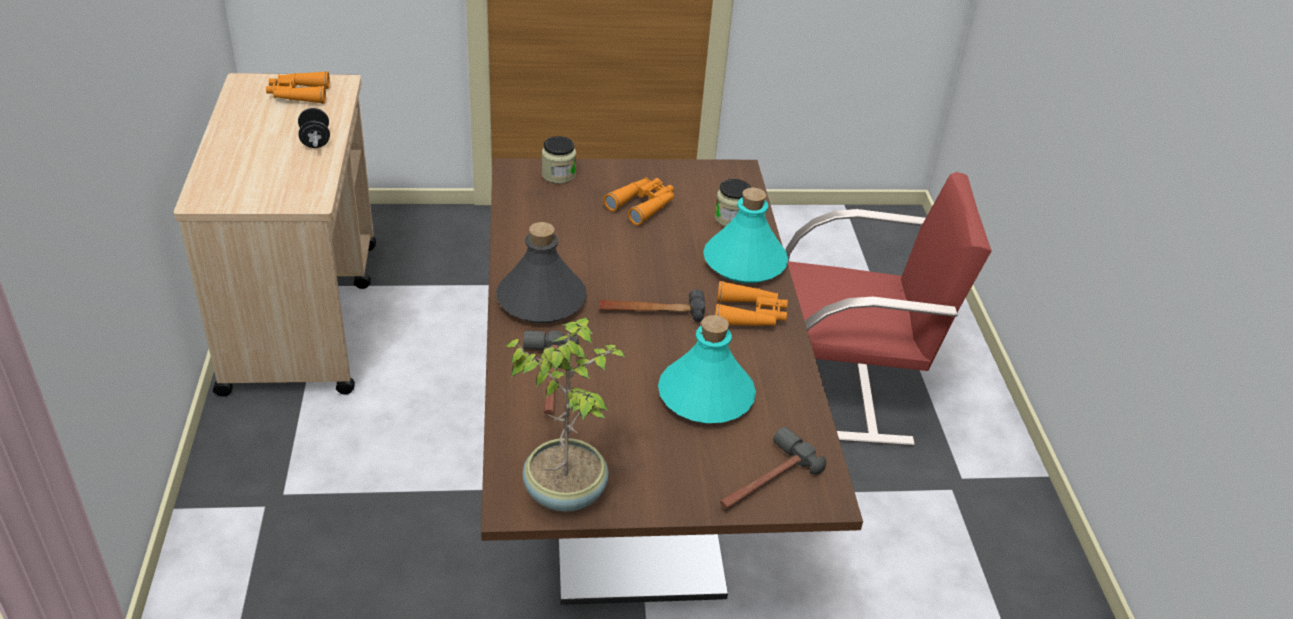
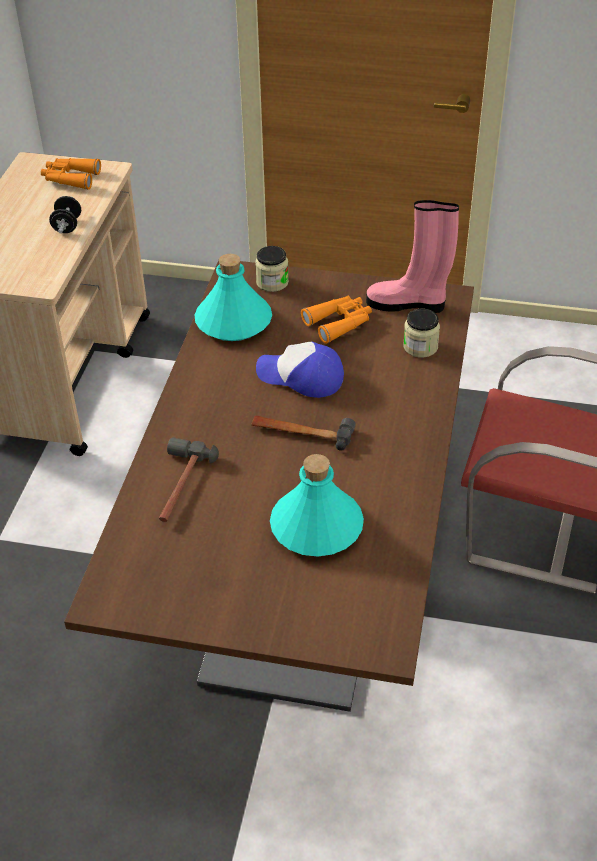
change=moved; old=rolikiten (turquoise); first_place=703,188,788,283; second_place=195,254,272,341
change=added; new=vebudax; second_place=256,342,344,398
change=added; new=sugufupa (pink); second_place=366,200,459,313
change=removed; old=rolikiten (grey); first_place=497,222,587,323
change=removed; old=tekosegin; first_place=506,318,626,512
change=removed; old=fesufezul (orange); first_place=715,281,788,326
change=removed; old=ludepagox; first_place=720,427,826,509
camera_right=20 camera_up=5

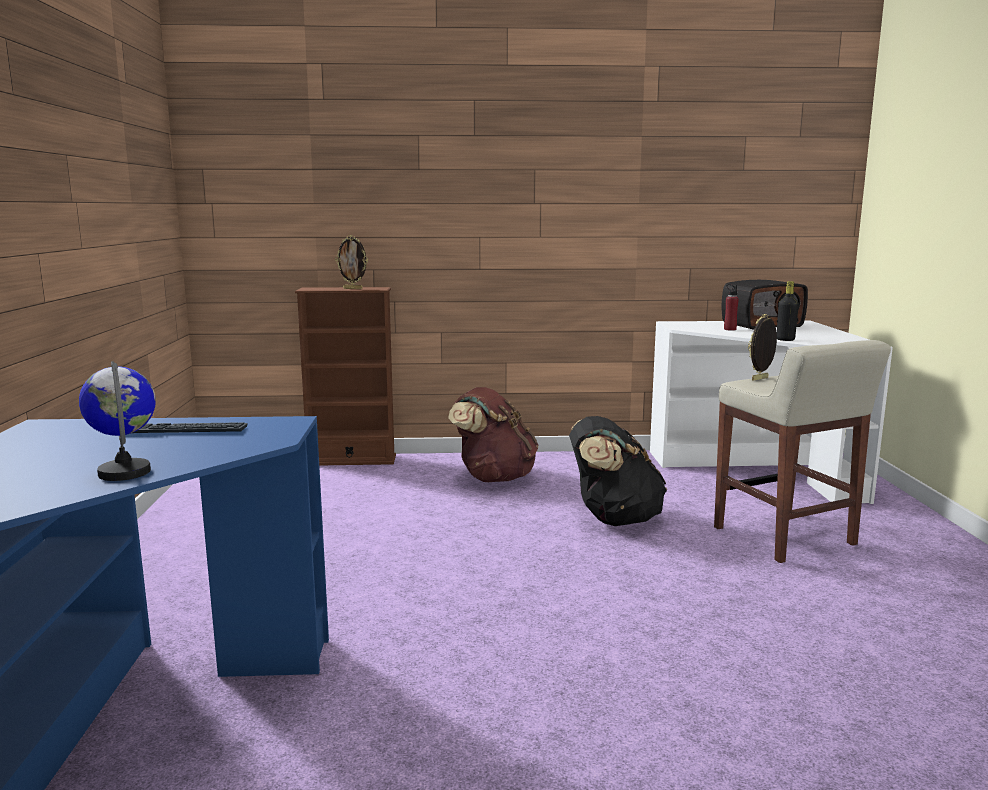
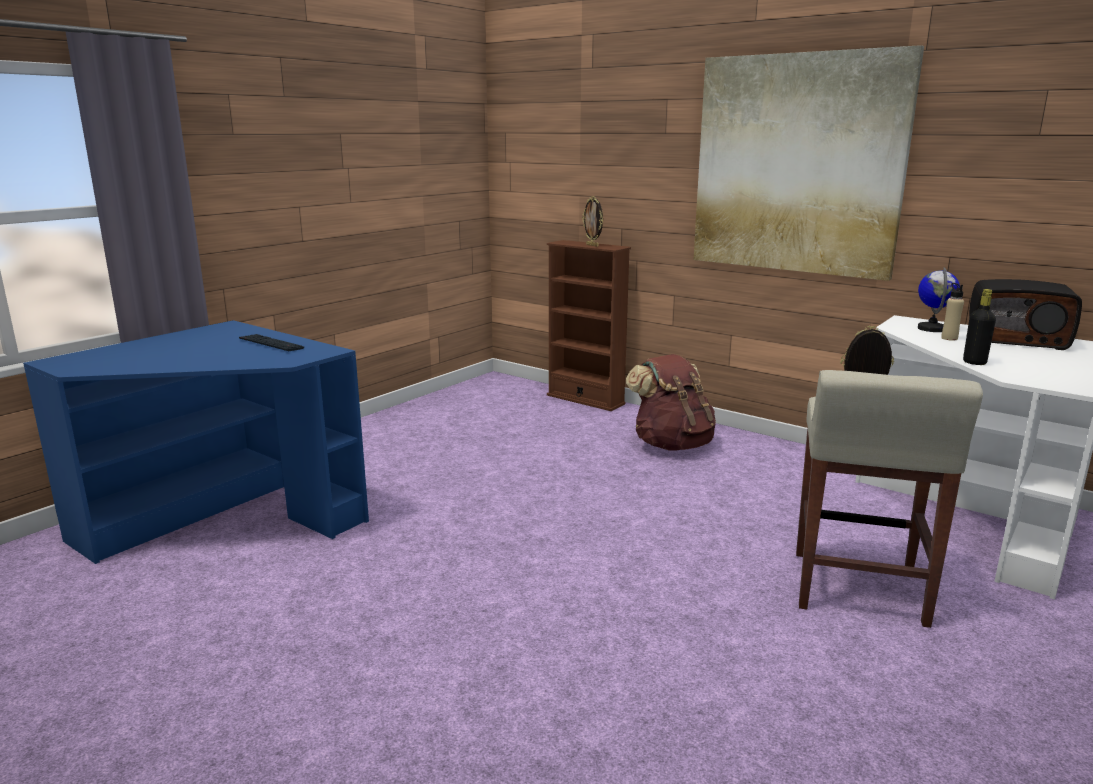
change=added; new=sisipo; second_place=693,45,924,281
change=moved; old=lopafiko; first_place=79,361,156,481; second_place=918,267,960,332
change=recoloured; old=rolikiten (red); new=rolikiten (beige); first_place=724,284,739,331; second_place=941,283,964,341
change=removed; old=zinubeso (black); first_place=569,416,667,526
camera_right=40 camera_up=5

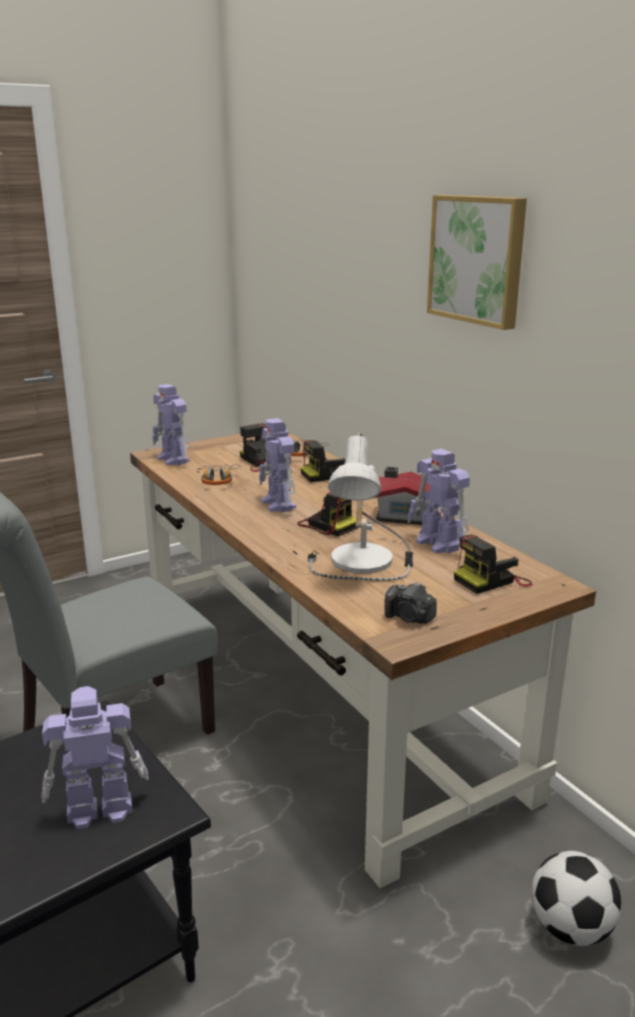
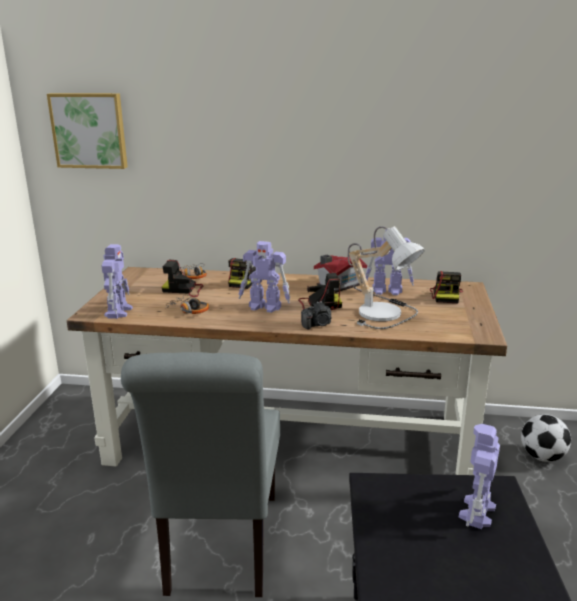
change=moved; old=sisipo; first_place=427,195,527,330; second_place=47,93,128,169
change=turned; old=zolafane; first_place=152,384,190,465; second_place=102,244,133,319; degrees=-90
change=moved; old=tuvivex; first_place=384,581,437,624; second_place=301,301,332,329
camera_right=-50 camera_up=0

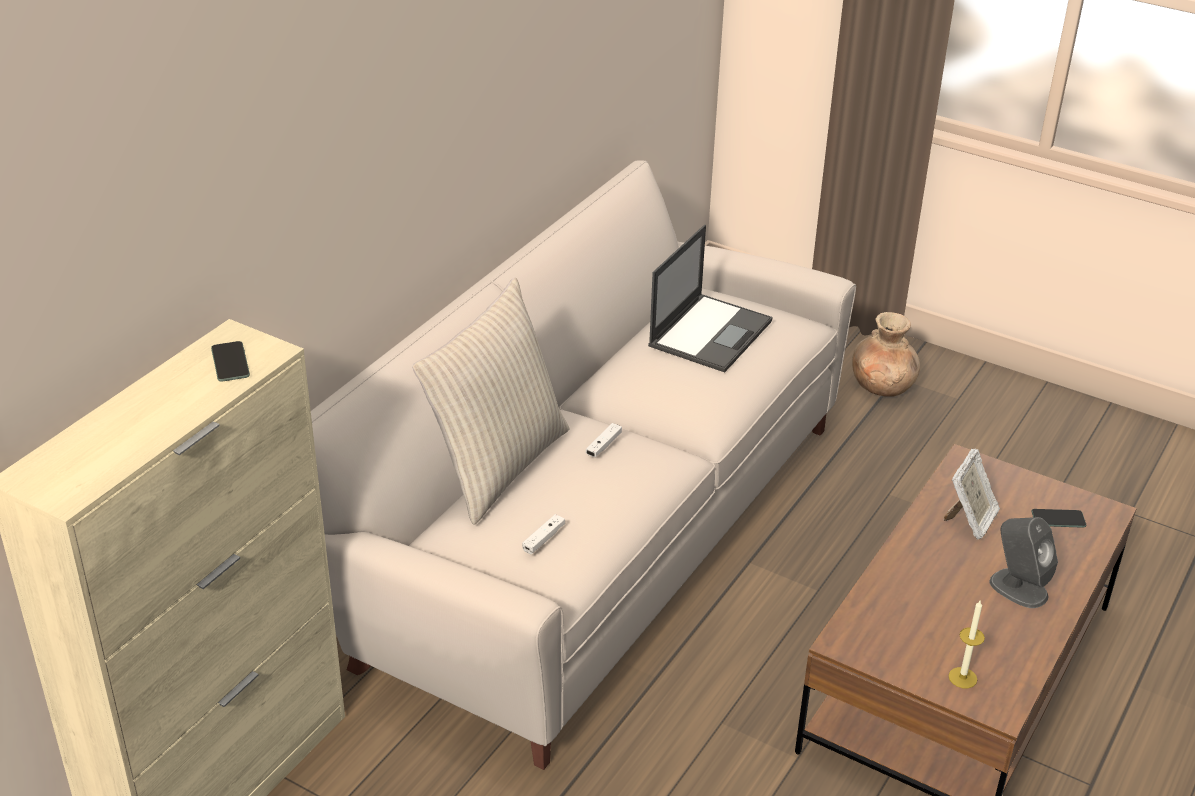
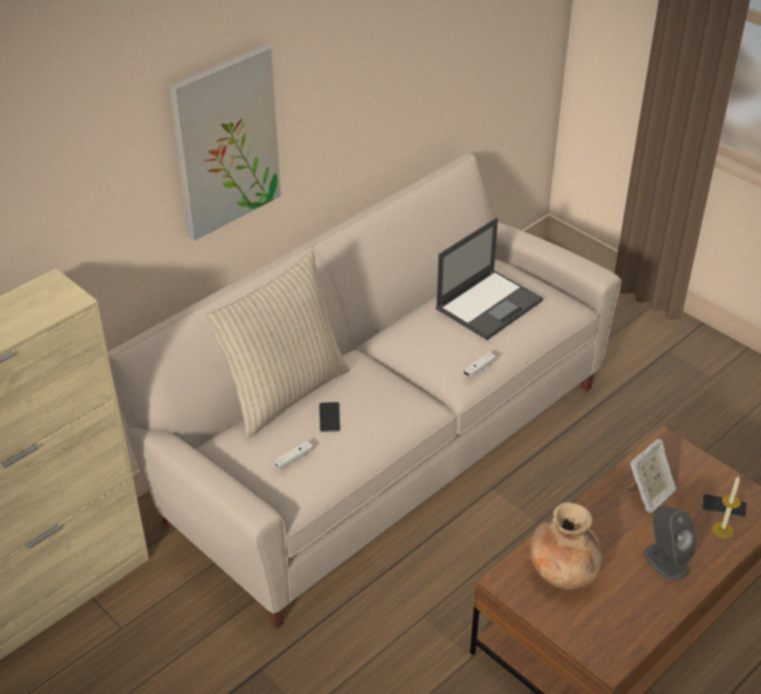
change=added; new=sisipo; second_place=169,44,281,241
change=moved; old=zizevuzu; first_place=211,341,250,382; second_place=319,402,340,432
change=moved; old=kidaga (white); first_place=586,423,622,457; second_place=463,352,496,377
change=moved; old=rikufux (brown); first_place=852,312,920,397; second_place=529,502,602,591
change=moved; old=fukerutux; first_place=948,601,985,688; second_place=712,476,741,539
camera_right=15 camera_up=5

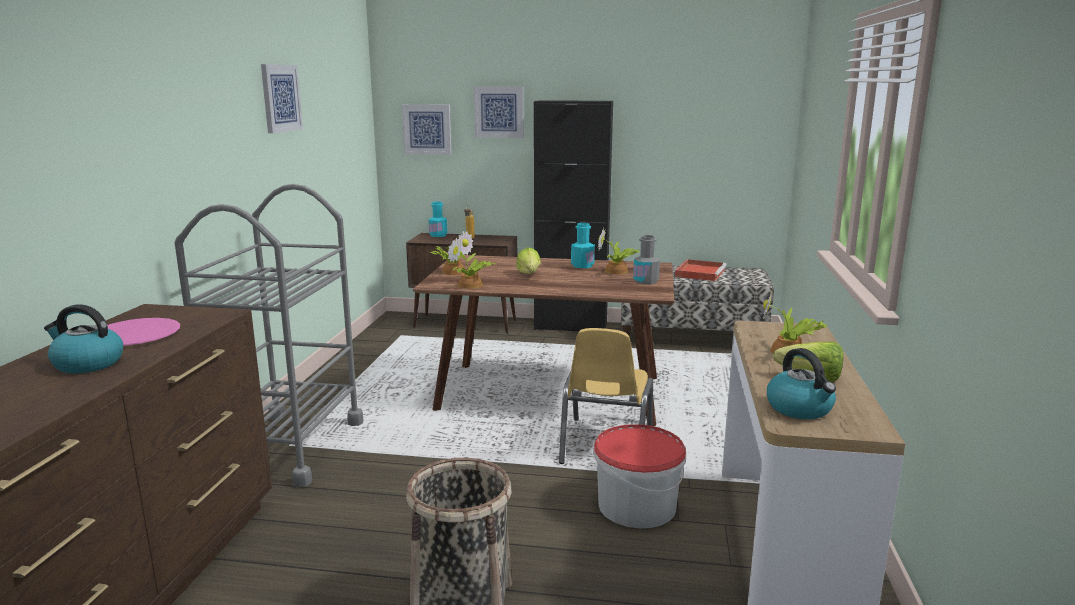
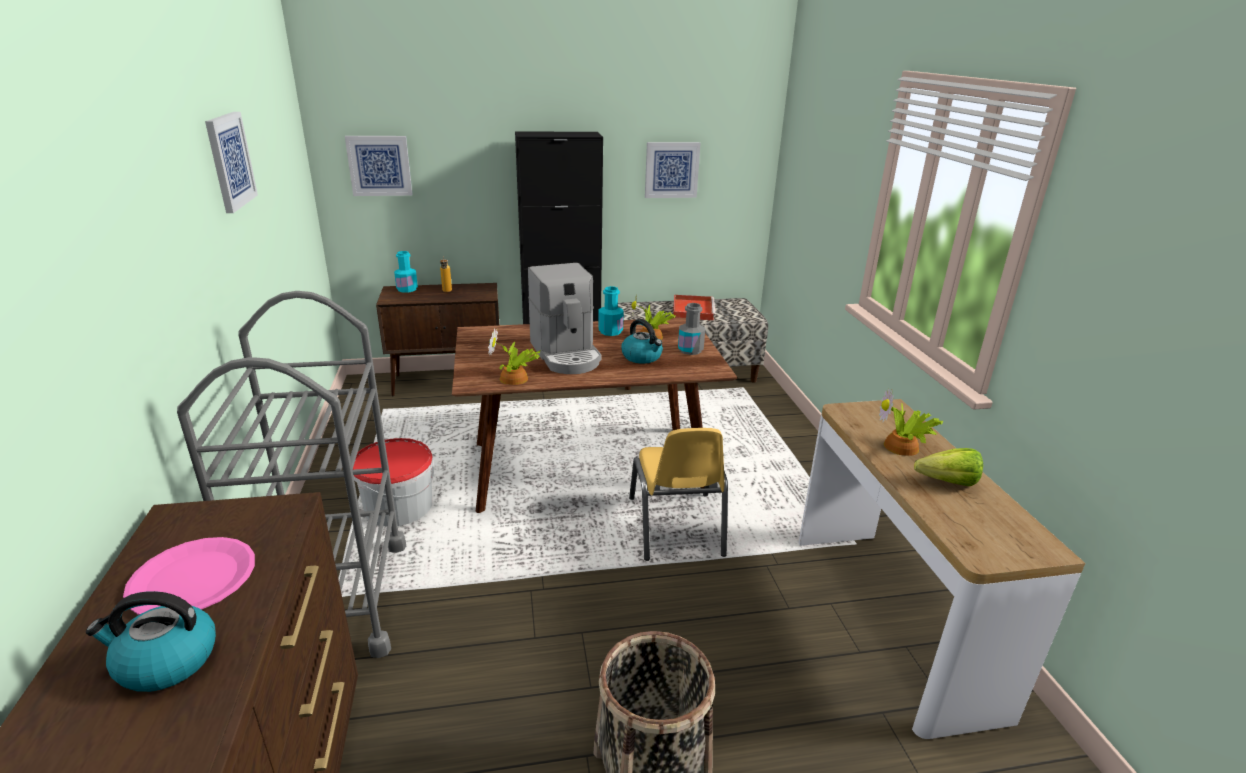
change=moved; old=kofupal; first_place=593,424,686,528; second_place=353,438,434,527
change=replaced; old=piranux; new=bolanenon; first_place=516,247,541,274; second_place=528,263,602,374
change=moved; old=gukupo; first_place=767,348,836,419; second_place=621,319,663,364
change=moved; old=sisipo; first_place=474,86,524,138; second_place=645,142,701,198
change=removed; old=tekosegin; first_place=429,230,473,275
camera_right=-20 camera_up=10

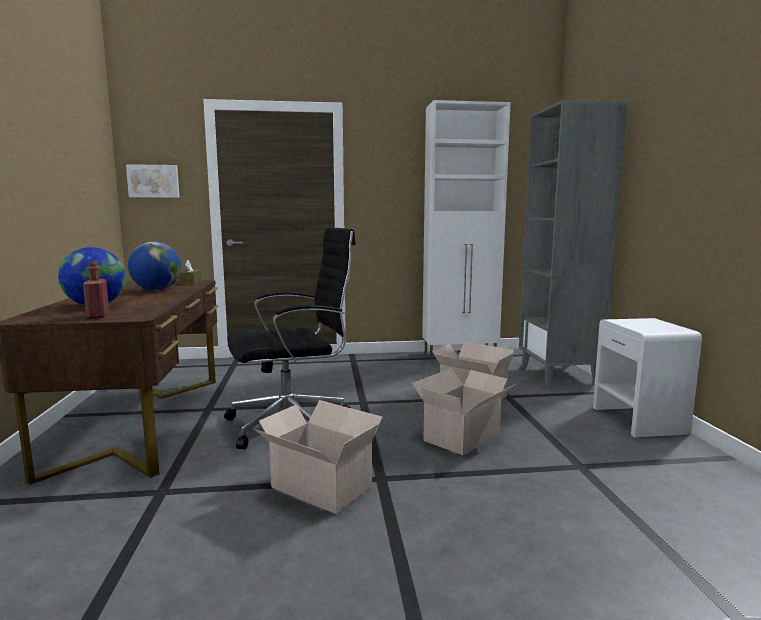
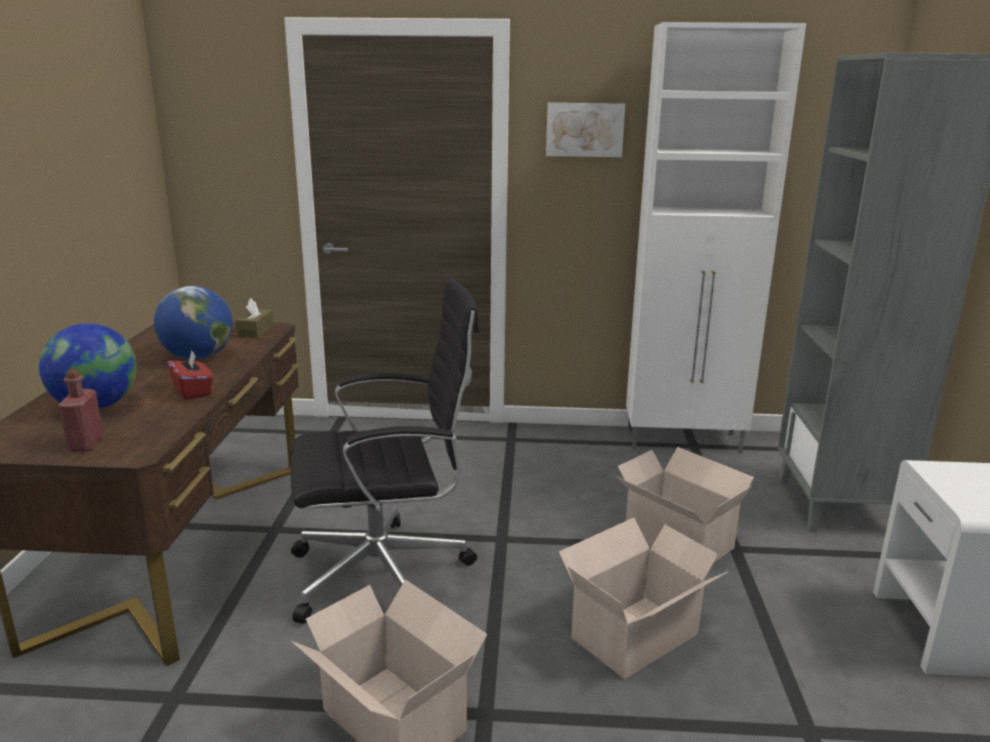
change=added; new=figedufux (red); second_place=167,351,213,400
change=moved; old=sisipo; first_place=126,164,180,198; second_place=546,103,625,157
camera_right=10 camera_up=10

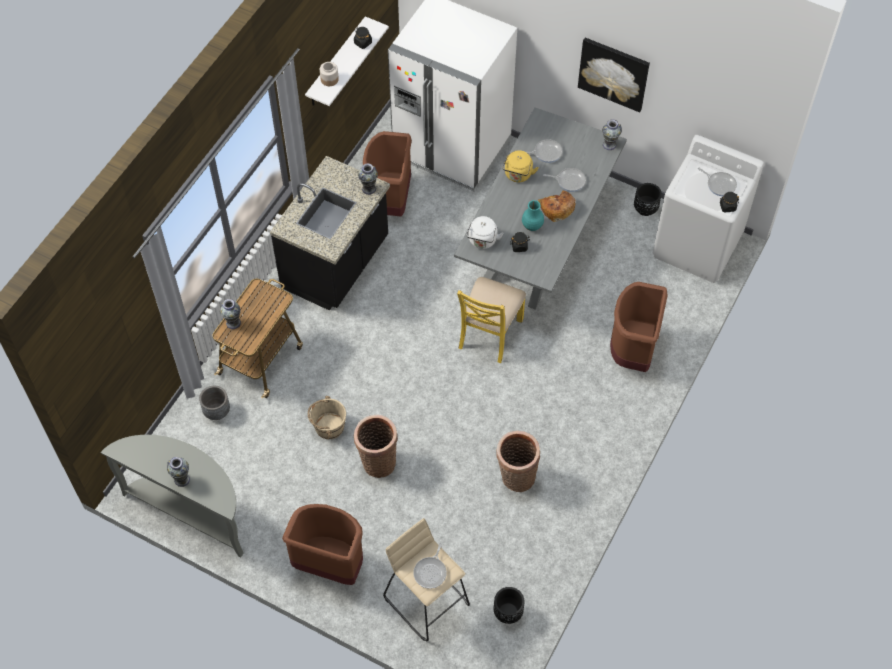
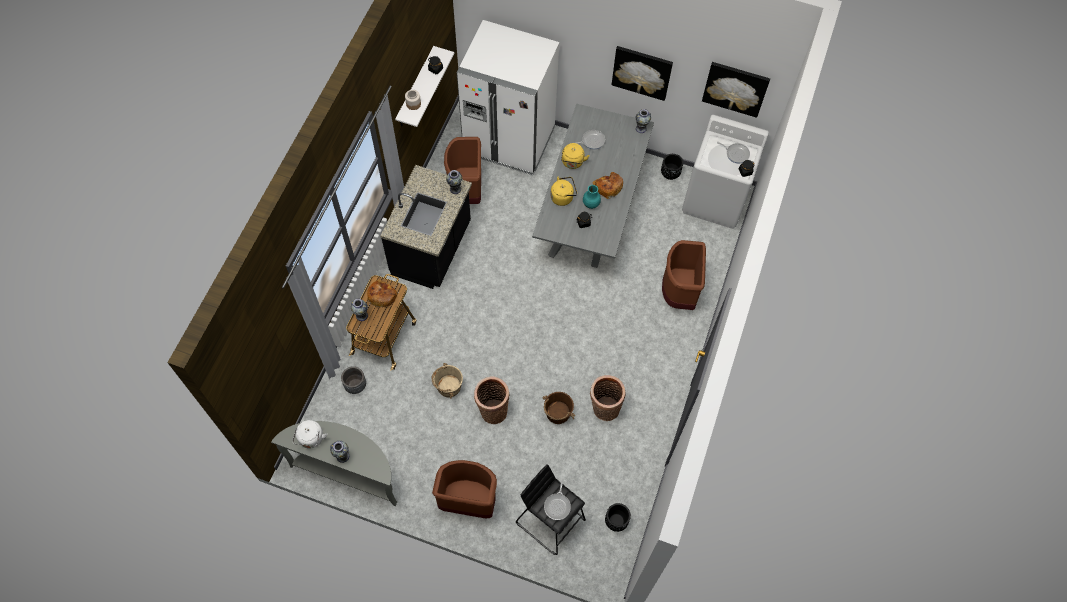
change=moved; old=gukupo (white); first_place=466,216,503,249; second_place=293,420,327,449
change=added; new=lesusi; second_place=367,279,398,307
change=recoloured; old=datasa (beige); new=datasa (black); first_place=383,518,470,641; second_place=516,464,586,555
change=added; new=kofupal (brown); second_place=543,392,575,424
change=added; new=gukupo (yellow); second_place=550,177,577,206
change=added; new=sisipo; second_place=702,62,770,118
change=removed; old=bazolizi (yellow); first_place=457,277,526,363
change=removed; old=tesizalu; first_place=543,168,586,192
camera_right=-10 camera_up=5

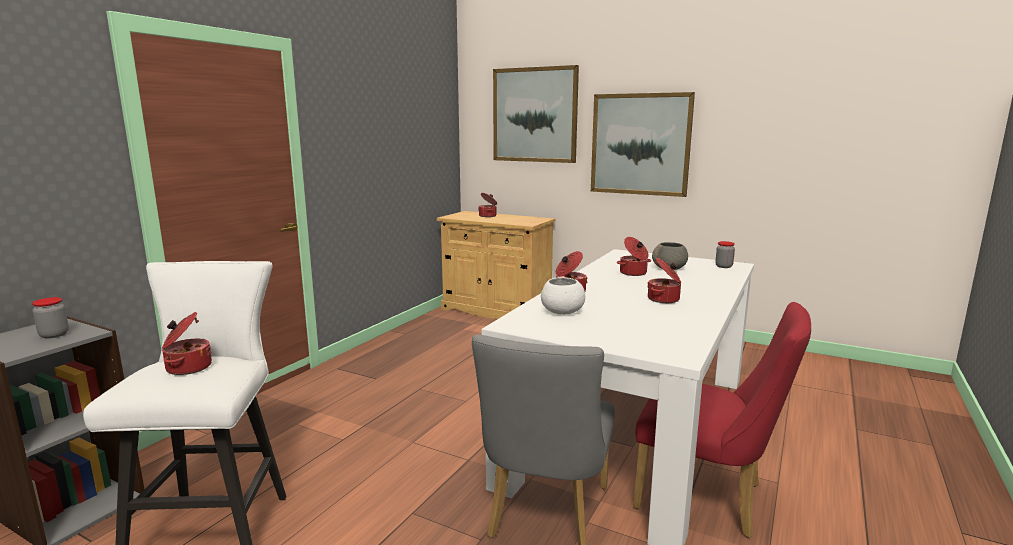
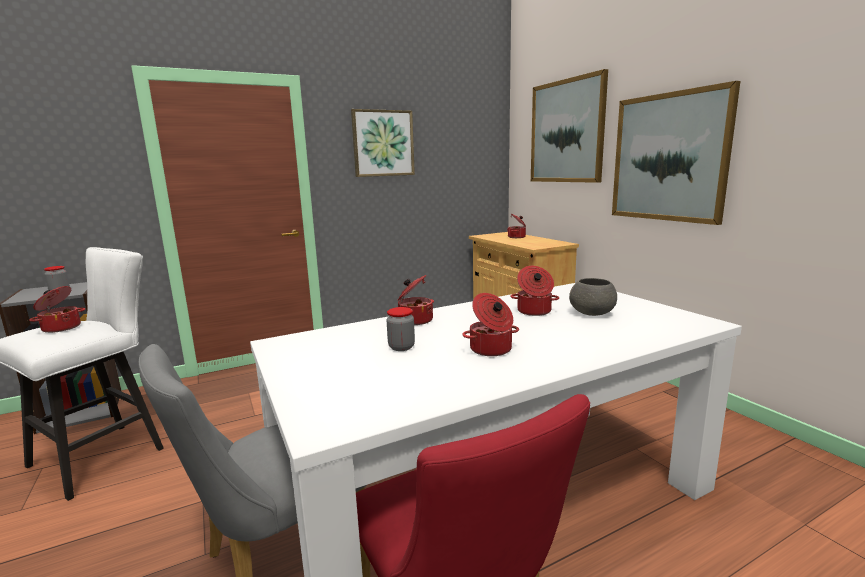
change=added; new=sisipo; second_place=351,109,415,177
change=moved; old=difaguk; first_place=715,241,735,268; second_place=387,307,415,351
change=removed; old=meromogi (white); first_place=541,277,585,315
camera_right=35 camera_up=0

